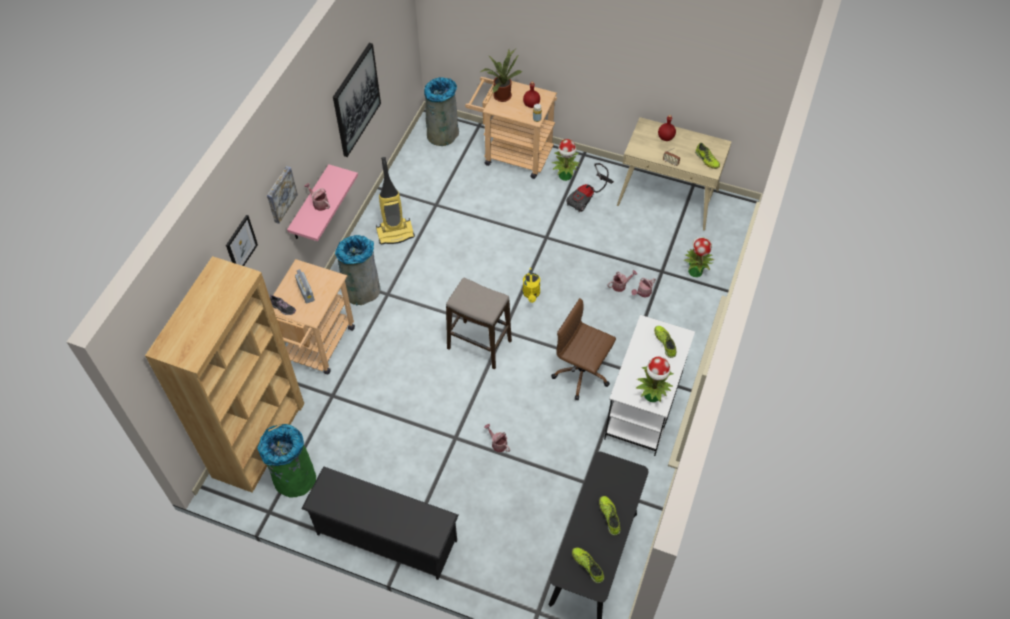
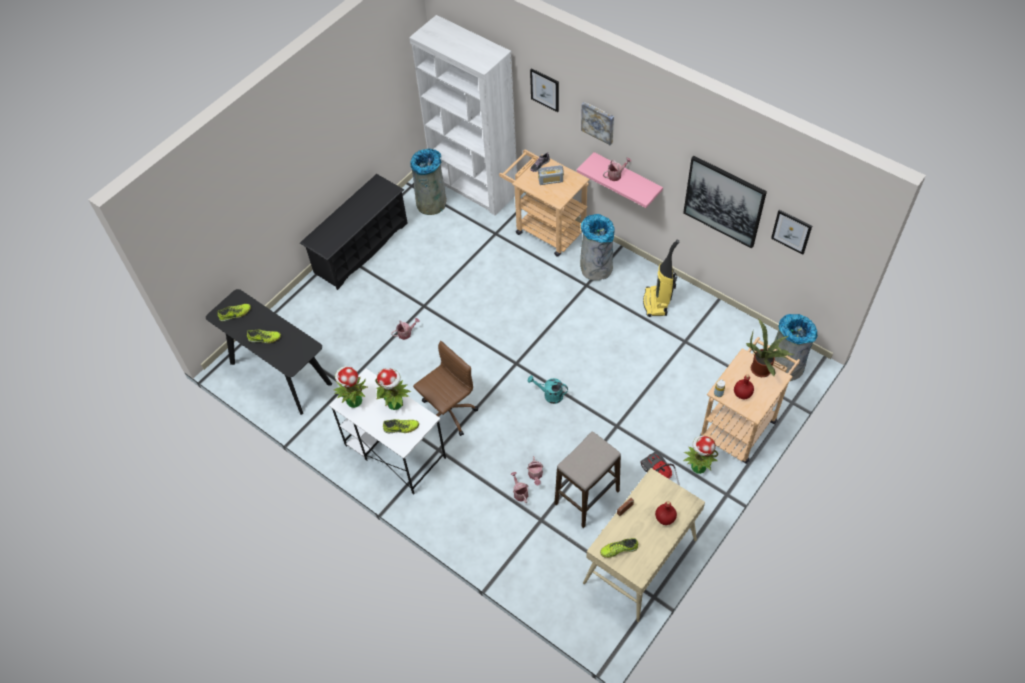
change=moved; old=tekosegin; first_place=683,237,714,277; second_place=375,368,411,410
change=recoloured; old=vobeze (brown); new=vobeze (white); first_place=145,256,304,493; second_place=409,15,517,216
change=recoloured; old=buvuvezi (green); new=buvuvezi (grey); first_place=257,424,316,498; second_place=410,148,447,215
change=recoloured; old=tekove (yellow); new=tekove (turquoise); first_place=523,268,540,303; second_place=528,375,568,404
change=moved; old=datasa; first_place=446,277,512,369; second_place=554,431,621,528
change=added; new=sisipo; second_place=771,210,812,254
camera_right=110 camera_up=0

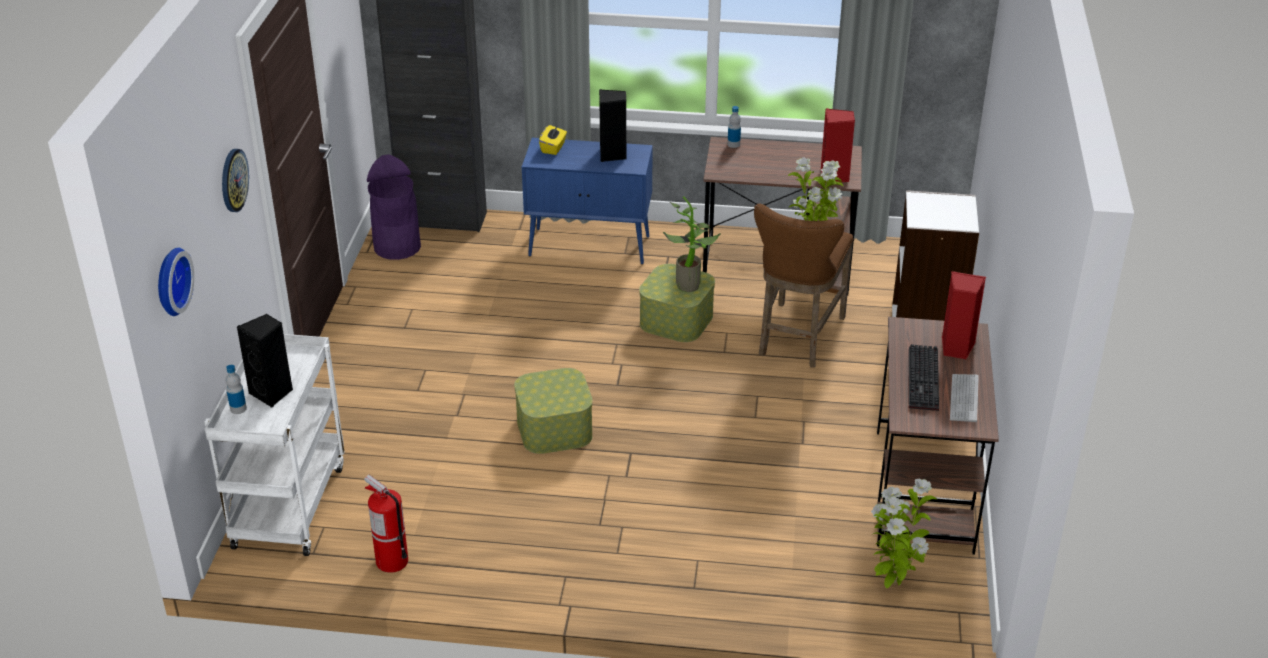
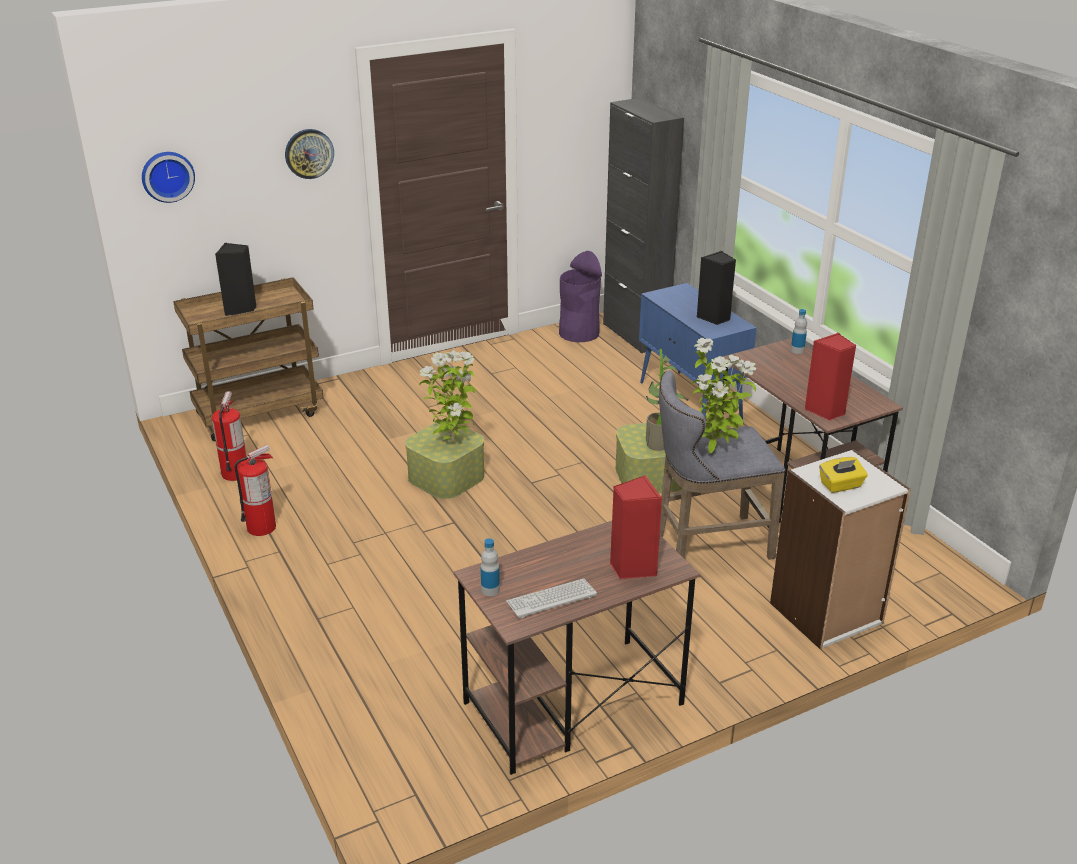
change=recoloured; old=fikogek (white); new=fikogek (brown); first_place=205,334,344,556; second_place=173,277,323,441
change=added; new=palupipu; second_place=234,445,276,536
change=moved; old=tekosegin; first_place=871,479,937,588; second_place=419,350,476,445
change=moved; old=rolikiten; first_place=226,365,247,414; second_place=480,538,500,596
change=recoloured; old=datasa (brown); new=datasa (grey); first_place=754,204,854,368; second_place=659,370,786,560
change=moved; old=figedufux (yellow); first_place=539,124,567,155; second_place=819,457,868,493
change=removed; old=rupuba; first_place=909,344,939,411
camera_right=55 camera_up=-5

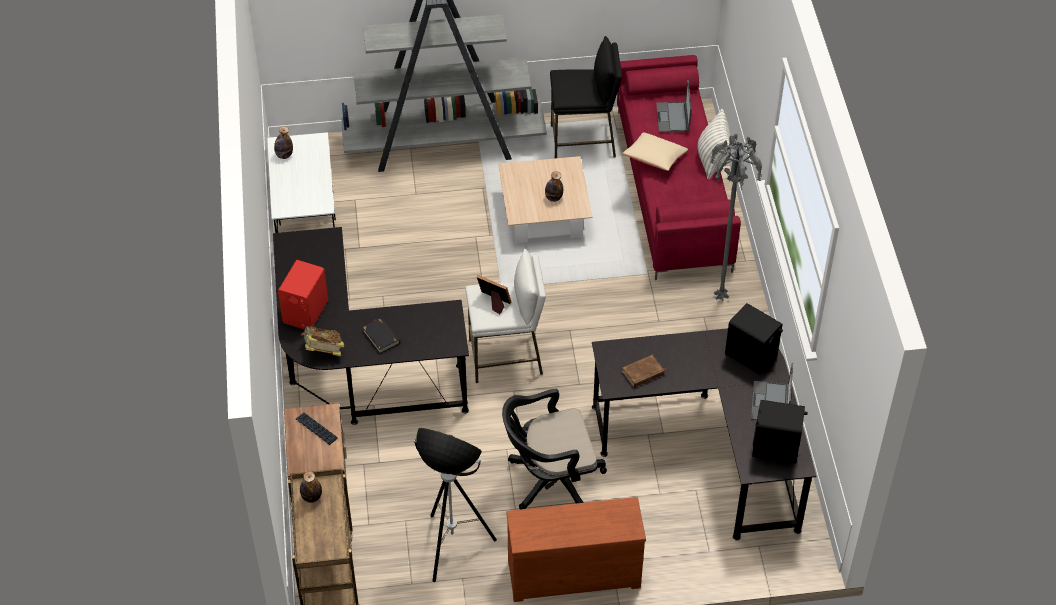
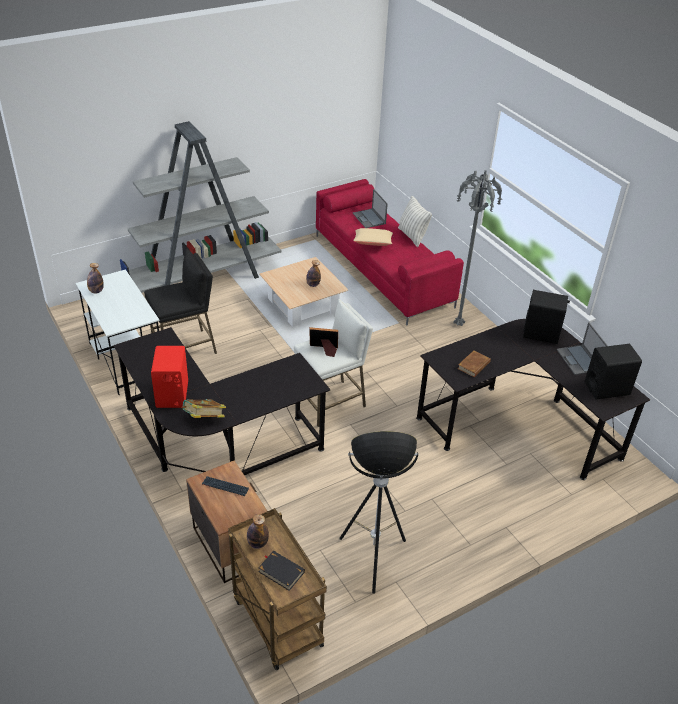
change=moved; old=datasa (black); first_place=550,36,622,158; second_place=144,249,217,354
change=moved; old=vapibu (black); first_place=362,317,400,353; second_place=258,551,305,591
change=removed; old=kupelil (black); first_place=502,389,607,509
change=removed; old=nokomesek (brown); first_place=506,497,646,602
camera_right=-25 camera_up=-10

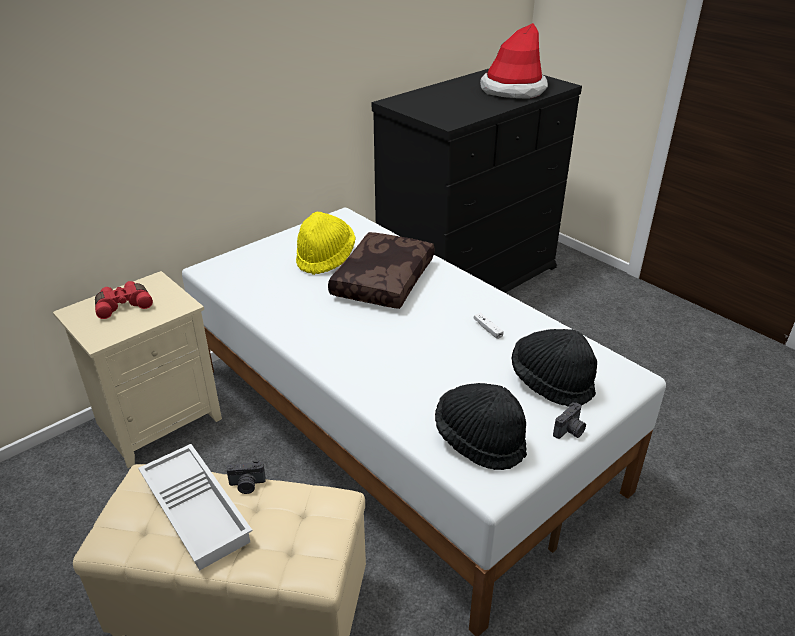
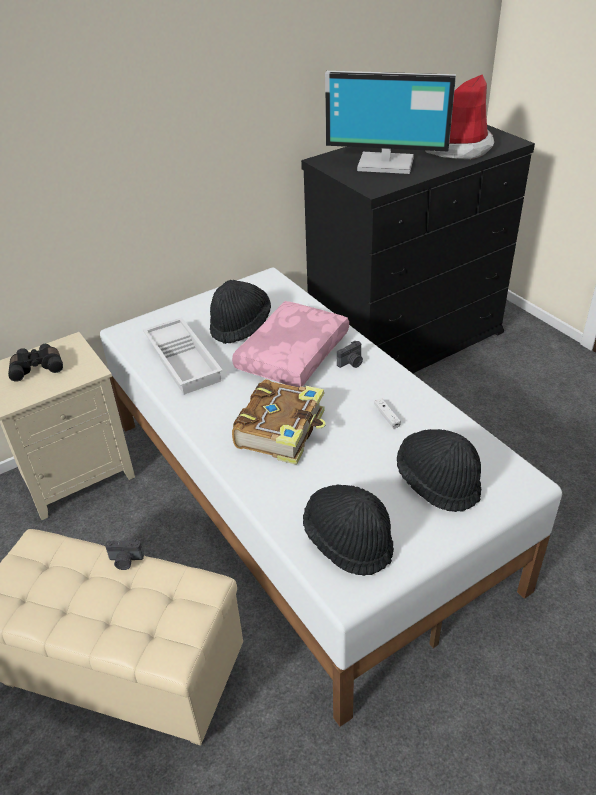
change=recoloured; old=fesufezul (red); new=fesufezul (black); first_place=95,281,153,319; second_place=8,344,63,382
change=moved; old=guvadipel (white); first_place=138,444,252,570; second_place=143,317,223,395
change=recoloured; old=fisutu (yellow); new=fisutu (black); first_place=296,211,356,275; second_place=210,280,271,344
change=recoloured; old=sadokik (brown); new=sadokik (pink); first_place=328,232,434,309; second_place=232,301,349,387
change=added; new=vapibu; second_place=232,379,326,465
change=added; new=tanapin; second_place=325,71,456,174
change=moved; old=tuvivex; first_place=553,403,586,439; second_place=337,341,363,368
camera_right=10 camera_up=5

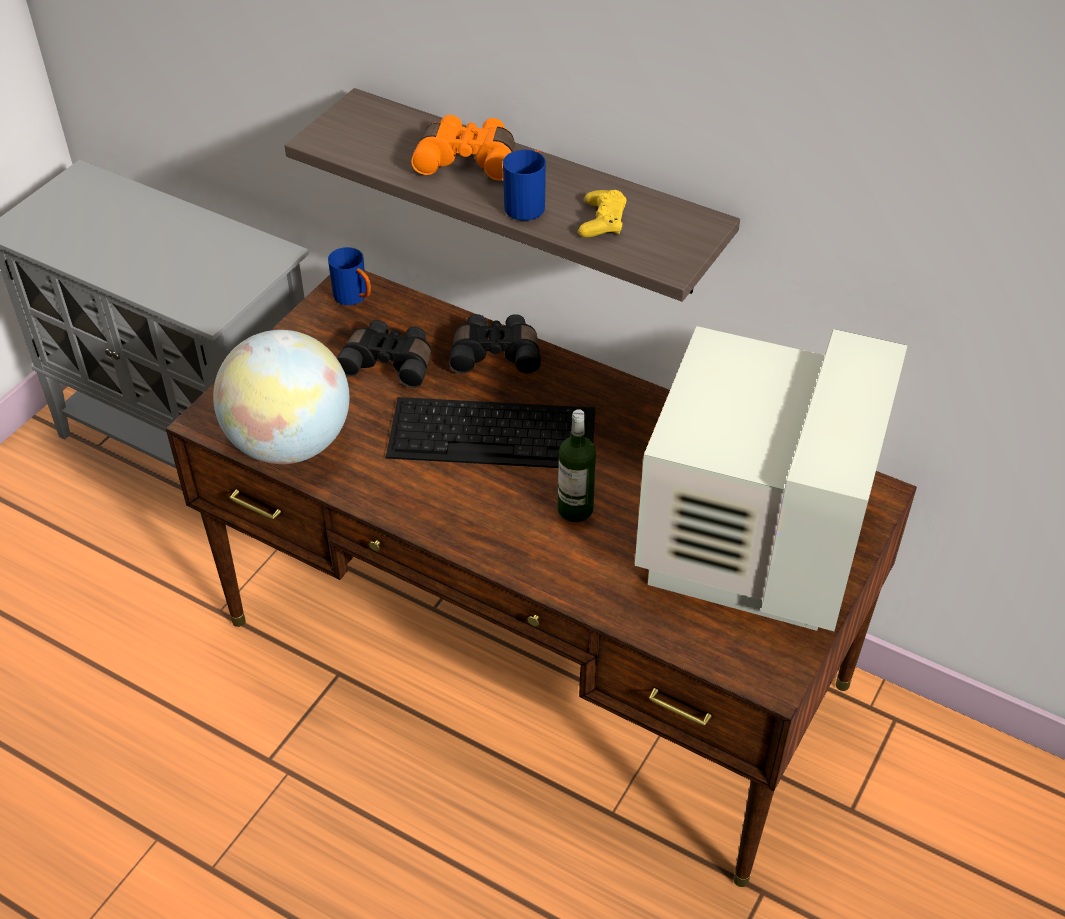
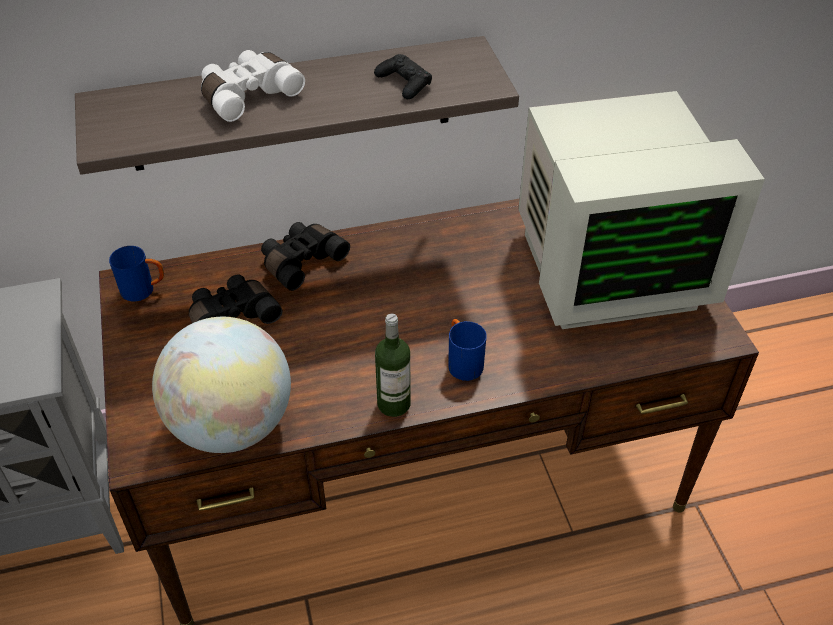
change=recoloured; old=fesufezul (orange); new=fesufezul (white); first_place=411,115,514,181; second_place=201,50,305,122
change=recoloured; old=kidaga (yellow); new=kidaga (black); first_place=578,190,626,237; second_place=374,54,432,99
change=moved; old=rolikiten; first_place=558,409,596,523; second_place=375,314,411,417
change=moved; old=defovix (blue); first_place=503,150,546,221; second_place=448,319,486,381
change=turned; old=tanapin; first_place=635,326,908,631; second_place=518,91,765,329; degrees=105
change=removed; old=rupuba; first_place=386,397,596,468
camera_right=-45 camera_up=0

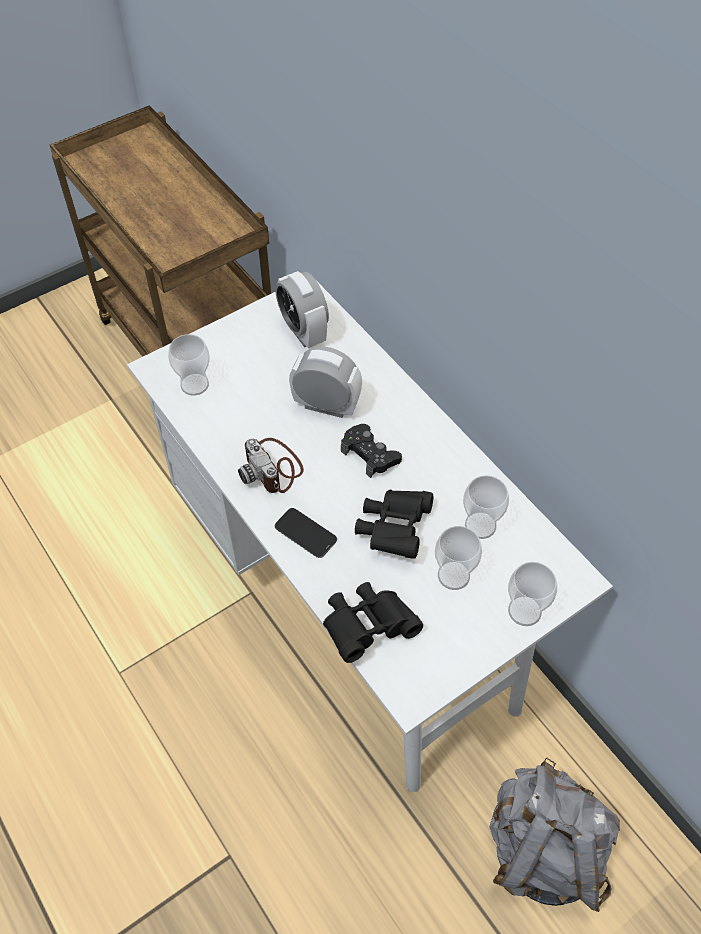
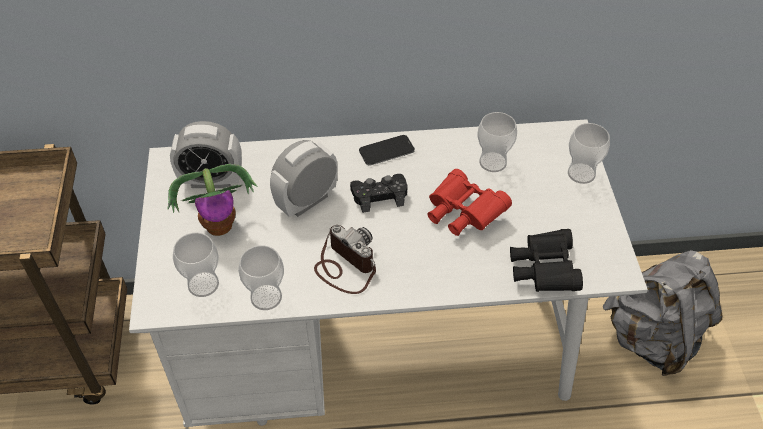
change=added; new=tekosegin; second_place=168,164,258,236
change=moved; old=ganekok; first_place=435,526,482,590; second_place=238,245,284,310
change=turned; old=tuvivex; first_place=238,438,304,493; second_place=314,225,376,294; degrees=-135
change=moved; old=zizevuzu; first_place=275,508,337,558; second_place=359,135,415,166
change=recoloured; old=fesufezul (black); new=fesufezul (red); first_place=355,490,433,559; second_place=427,169,512,236
camera_right=-60 camera_up=-5

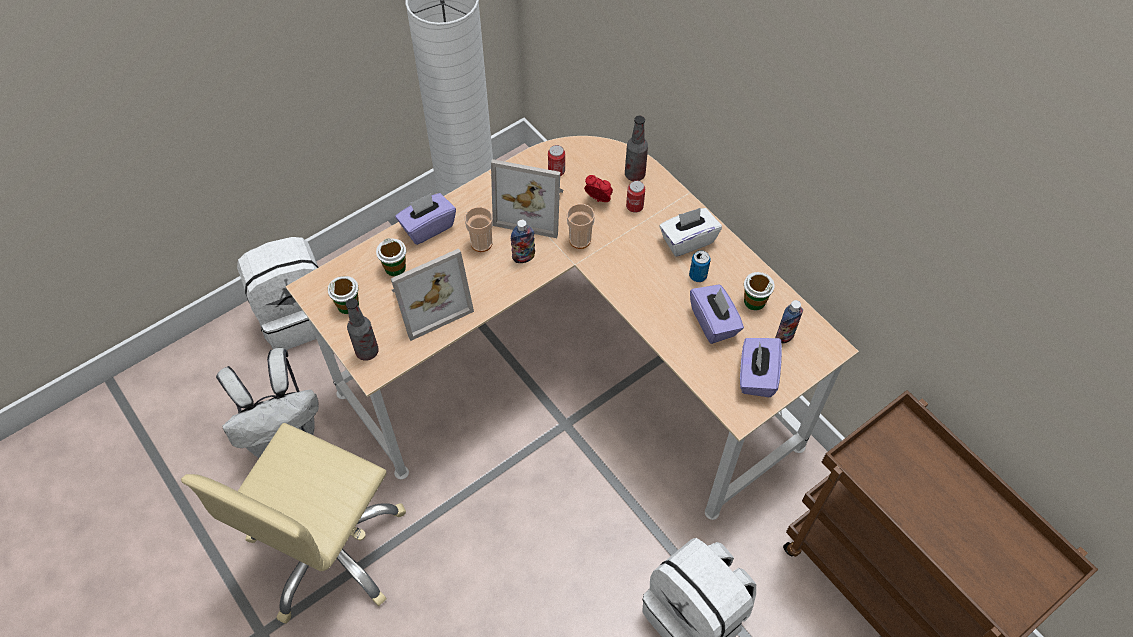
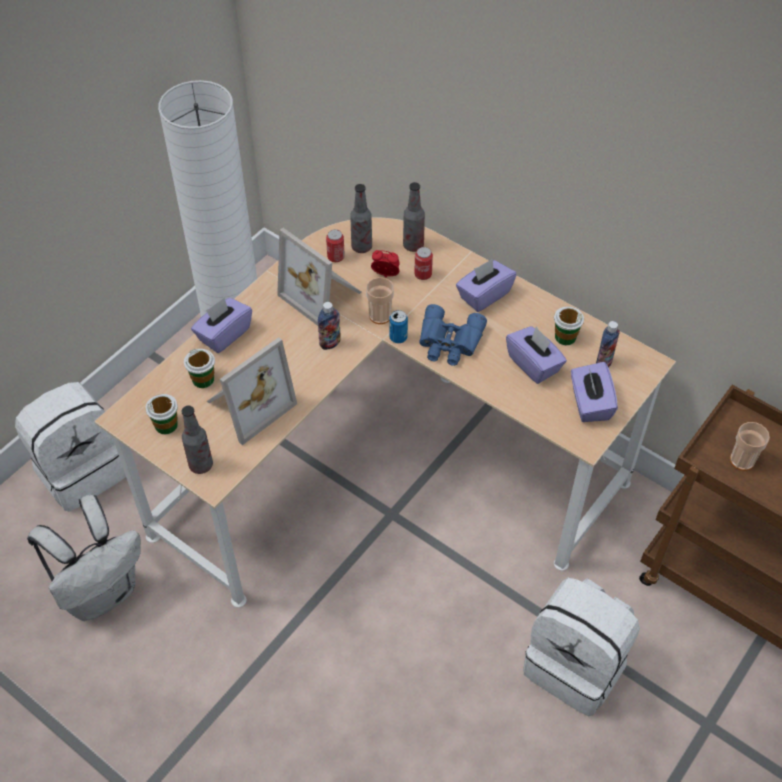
change=turned; old=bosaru; first_place=491,159,563,238; second_place=277,228,362,326; degrees=45
change=added; new=rolikiten; second_place=350,184,372,253
change=moved; old=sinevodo; first_place=689,250,711,282; second_place=389,310,408,343
change=added; new=fesufezul (blue); second_place=419,304,487,366
change=recoloured; old=figedufux (white); new=figedufux (purple); first_place=660,208,722,257; second_place=456,259,516,312
change=moved; old=ganekok; first_place=465,207,493,252; second_place=730,422,770,471
change=removed; old=kupelil (beige); first_place=181,423,406,623
camera_right=-15 camera_up=-5

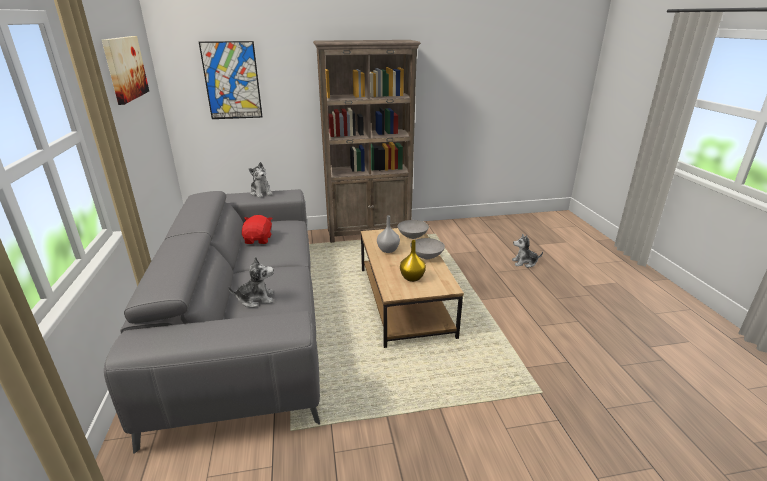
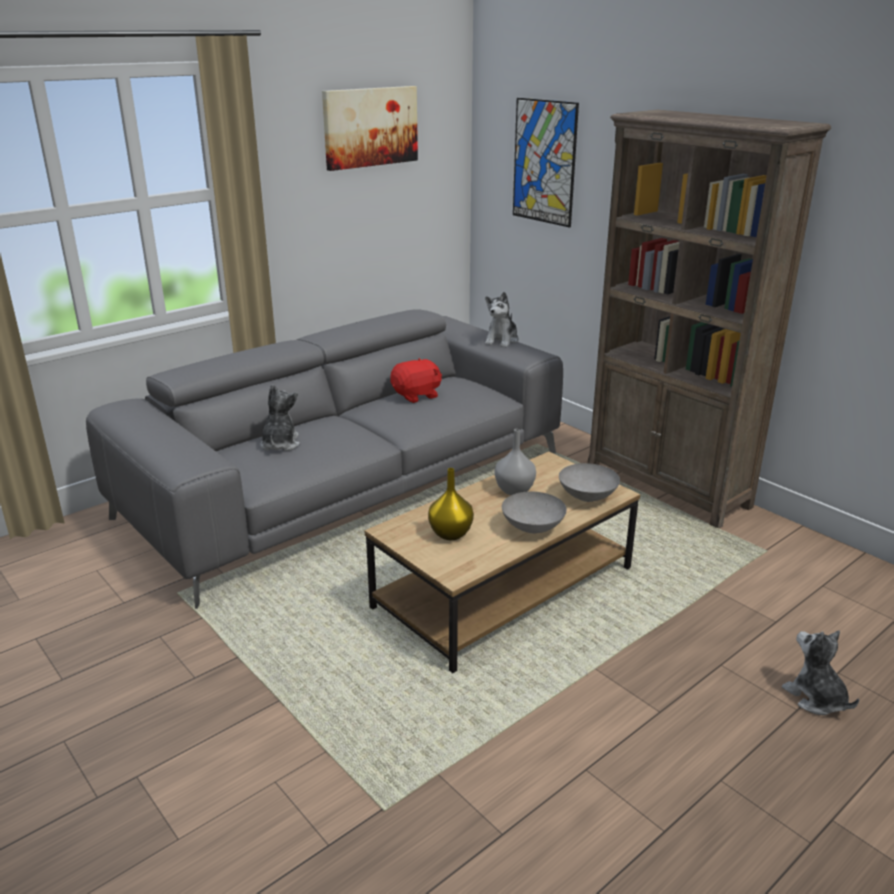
change=turned; old=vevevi; first_place=228,257,274,308; second_place=260,384,300,451; degrees=-135
camera_right=60 camera_up=0

